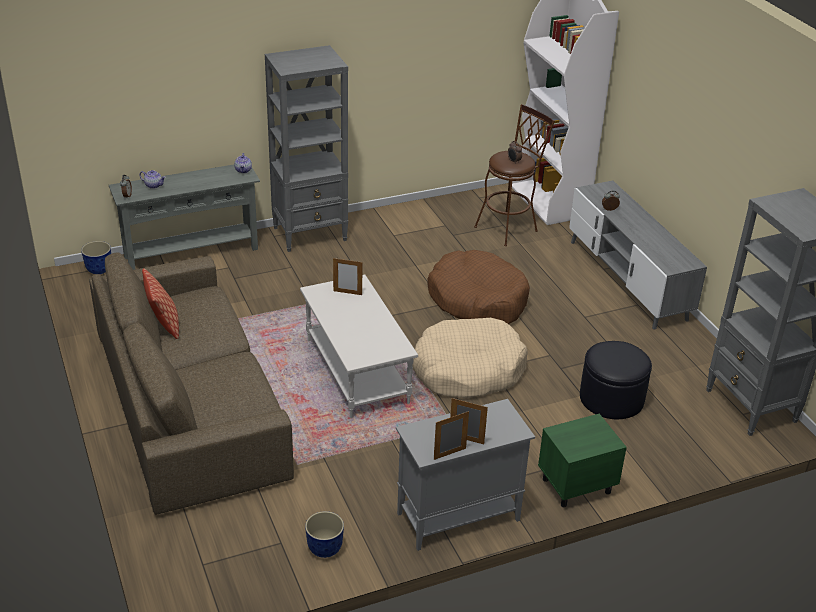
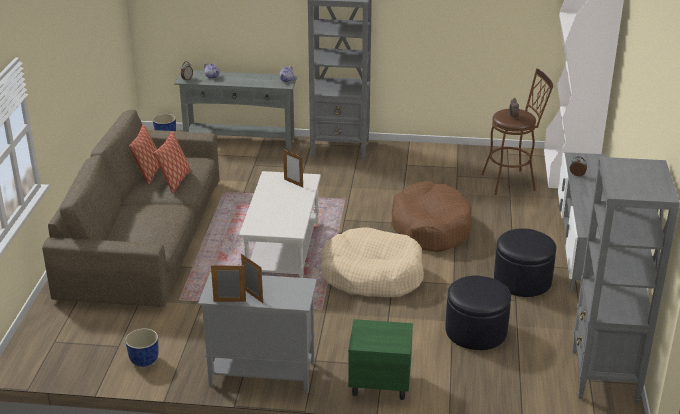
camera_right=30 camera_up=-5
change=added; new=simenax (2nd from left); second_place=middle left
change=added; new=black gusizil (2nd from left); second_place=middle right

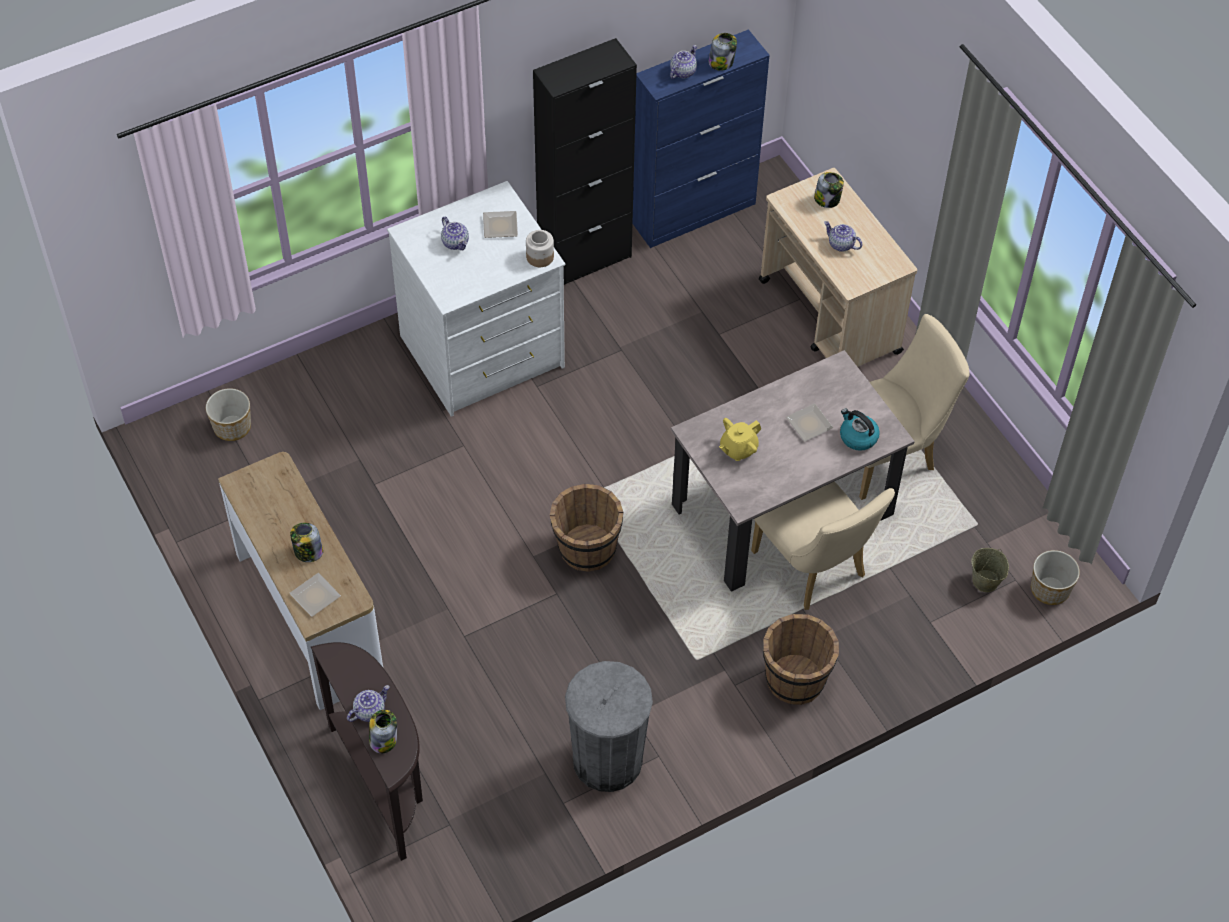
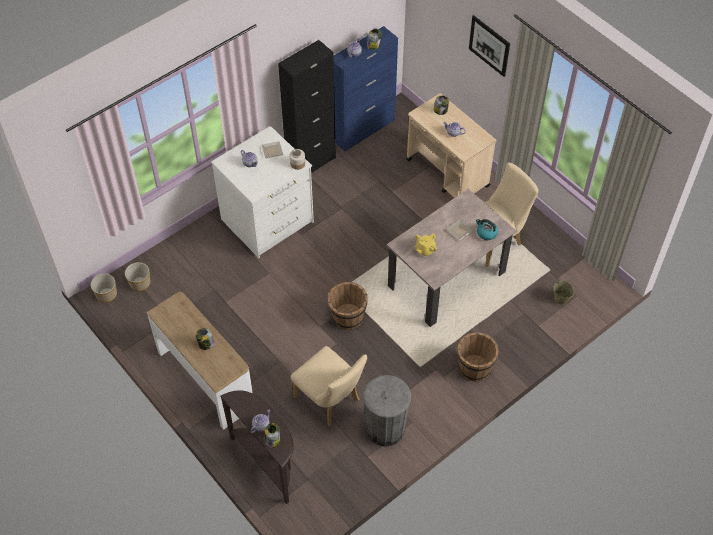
camera_right=-10 camera_up=0
change=removed; old=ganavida (1st from left); first_place=middle left
change=added; new=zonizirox; second_place=top right
change=moved; old=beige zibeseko (1st from left); first_place=middle right; second_place=bottom centre
change=moved; old=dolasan (2nd from left in the first image); new=dolasan (1st from left); first_place=middle right; second_place=middle left

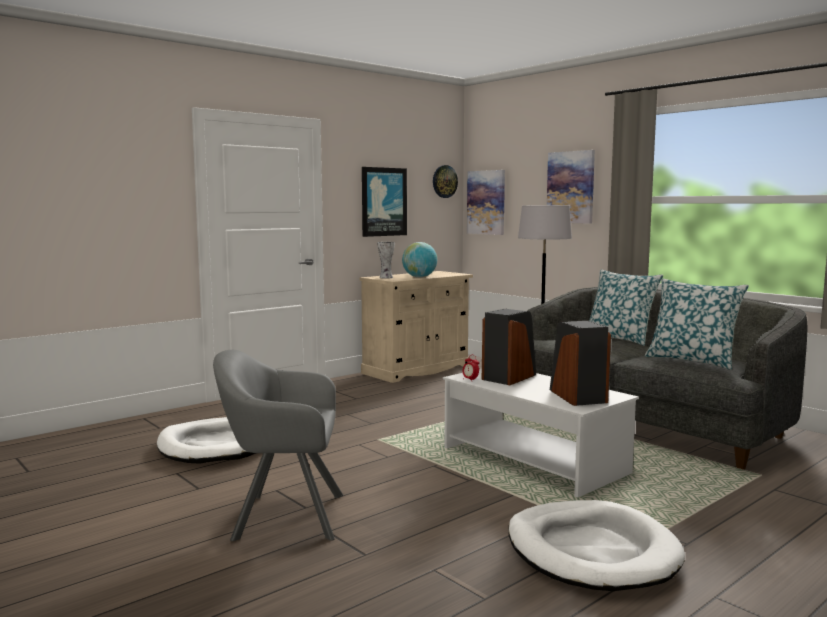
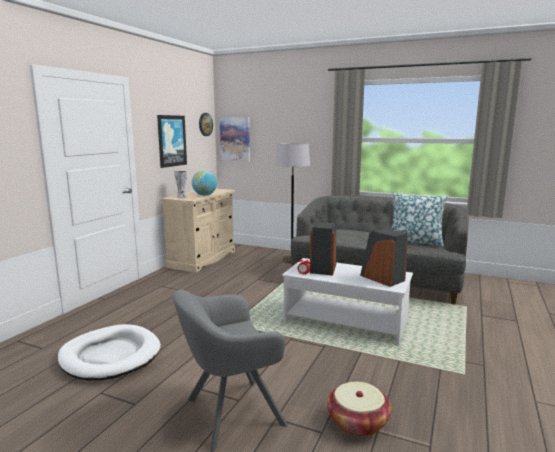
camera_right=-25 camera_up=5
change=removed; old=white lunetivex (2nd from left); first_place=bottom right
change=removed; old=zonizirox (3rd from left); first_place=top right
change=removed; old=simenax (1st from left); first_place=middle right
change=added; new=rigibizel; second_place=bottom centre

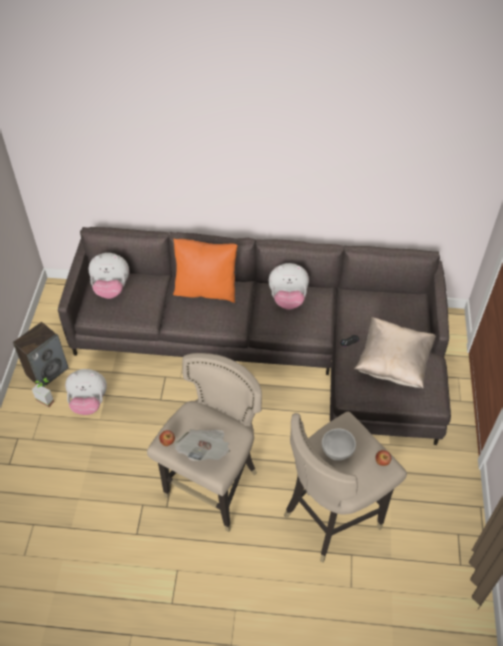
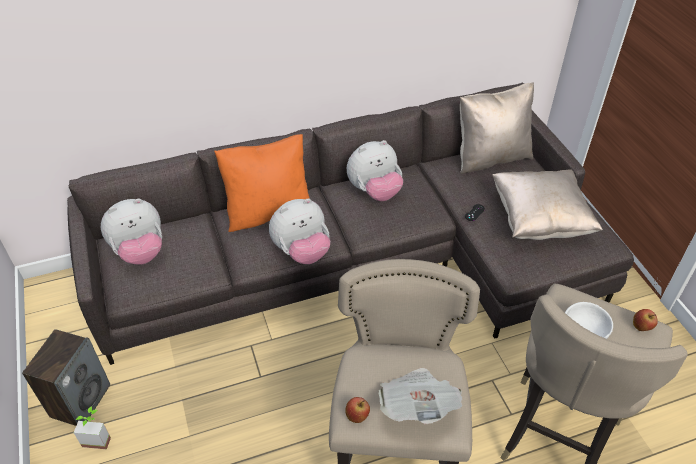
camera_right=-25 camera_up=-5
change=added; new=beige simenax (1st from left); second_place=top right
change=moved; old=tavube (1st from left in the first image); new=tavube (2nd from left); first_place=middle left; second_place=centre

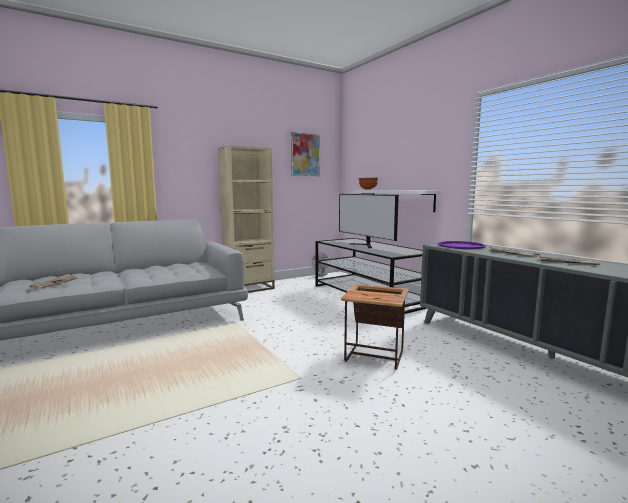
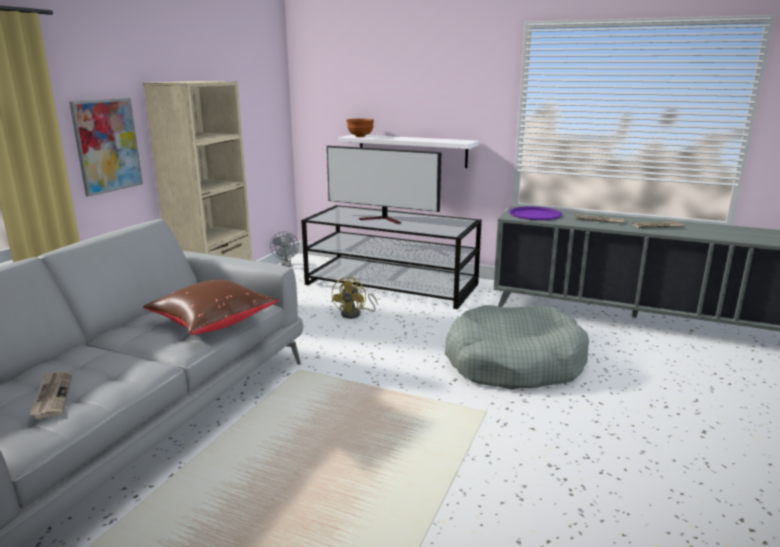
camera_right=-35 camera_up=10
change=added; new=brown simenax; second_place=middle left
change=added; new=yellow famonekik; second_place=centre
change=moved; old=zonizirox; first_place=top centre; second_place=top left
change=replaced; old=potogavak; new=grey lunetivex; first_place=centre; second_place=centre

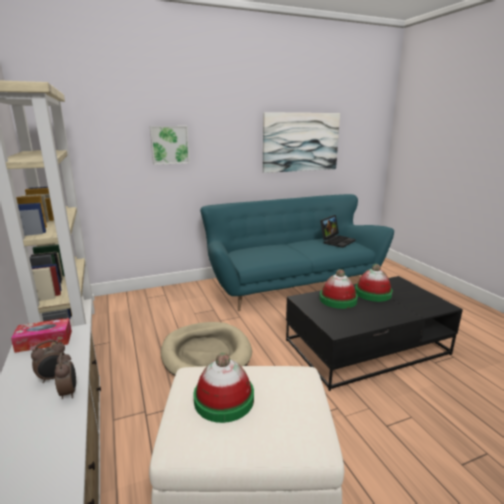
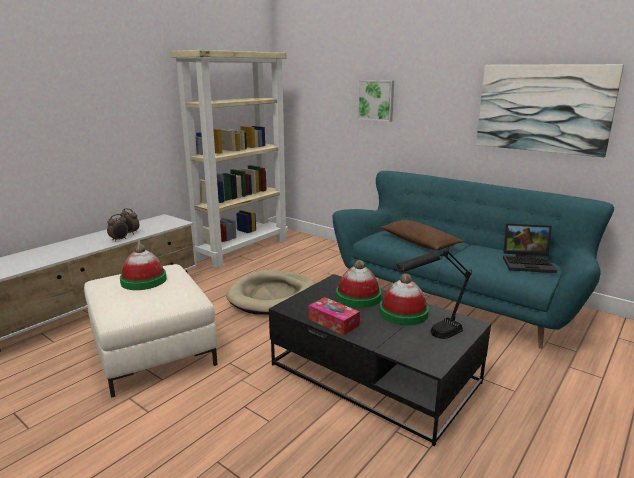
camera_right=60 camera_up=0
change=added; new=brown simenax; second_place=centre
change=added; new=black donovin; second_place=middle right
change=moved; old=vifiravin; first_place=middle left; second_place=centre

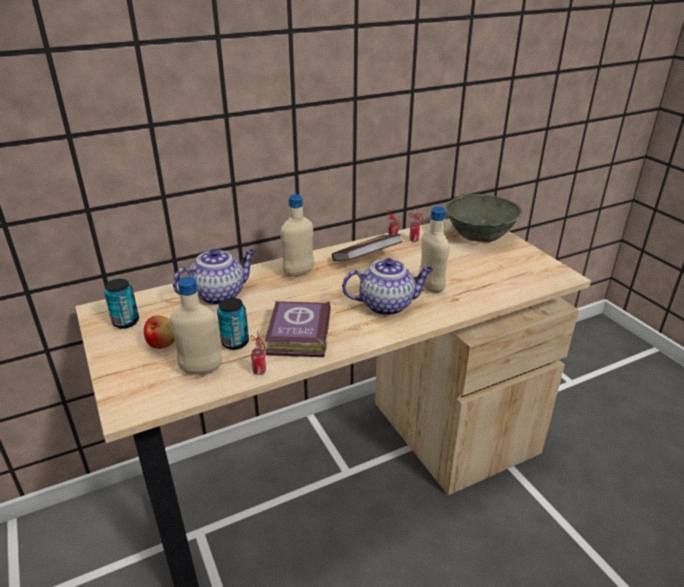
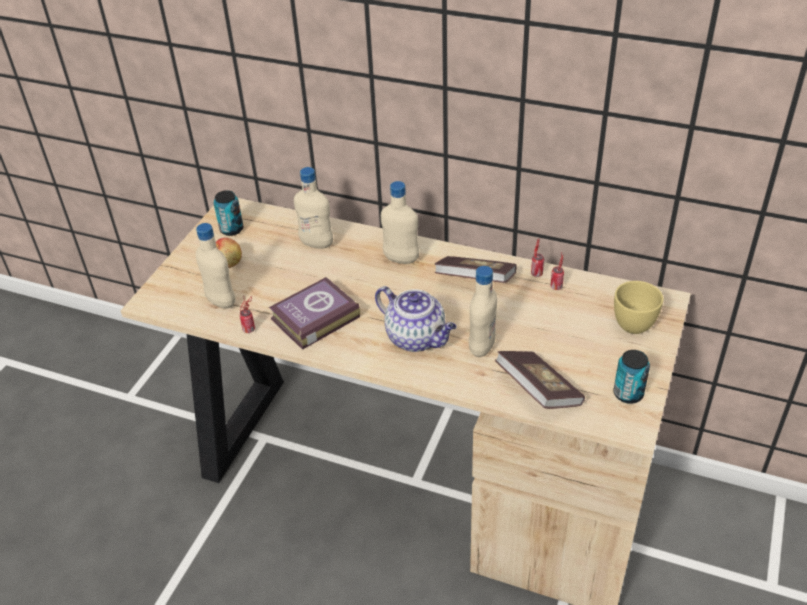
camera_right=50 camera_up=10
change=added; new=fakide (3rd from left); second_place=middle right
change=moved; old=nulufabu (2nd from left in the first image); new=nulufabu (5th from left); first_place=centre; second_place=middle right
change=replaced; old=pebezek (1st from left); new=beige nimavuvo (2nd from left); first_place=middle left; second_place=centre
change=replaced; old=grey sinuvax; new=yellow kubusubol; first_place=middle right; second_place=middle right

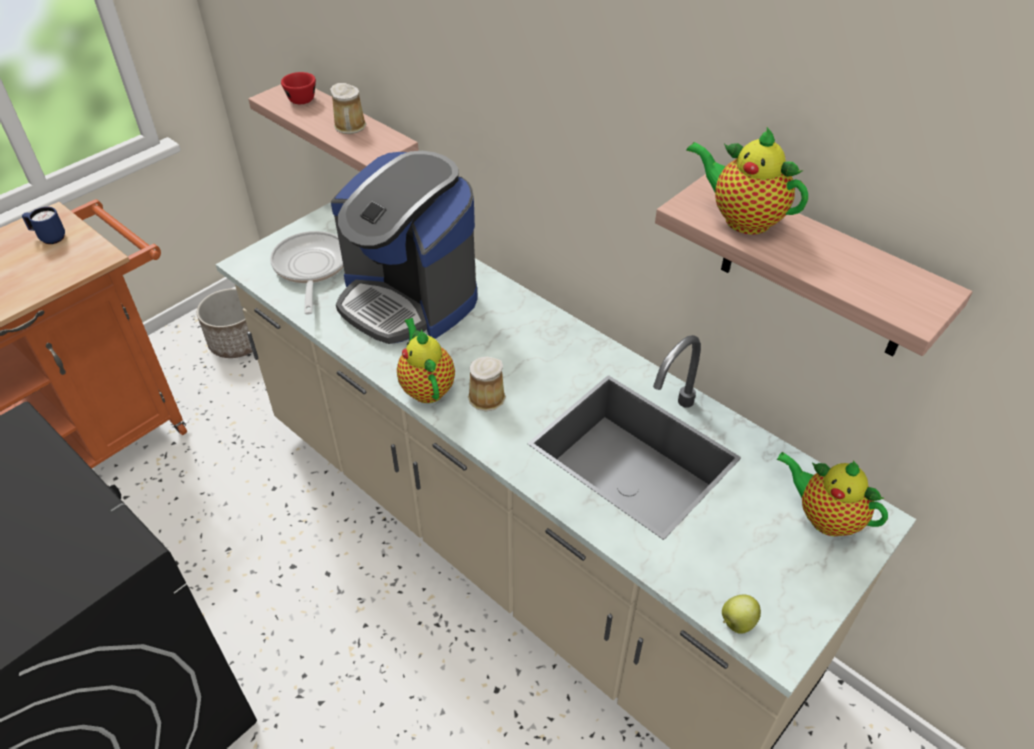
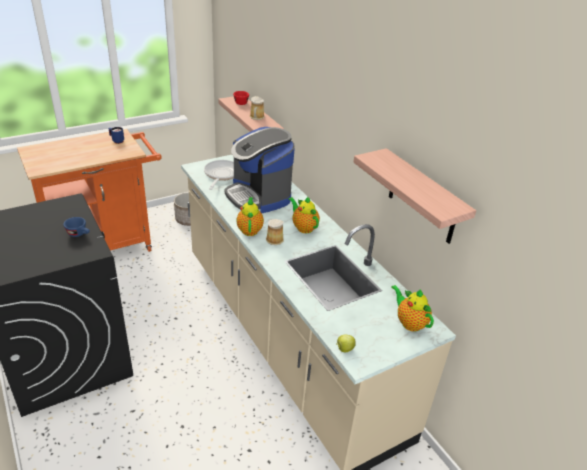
camera_right=15 camera_up=-10
change=added; new=blue kubusubol; second_place=middle left
change=moved; old=pebezek (2nd from left); first_place=top right; second_place=centre

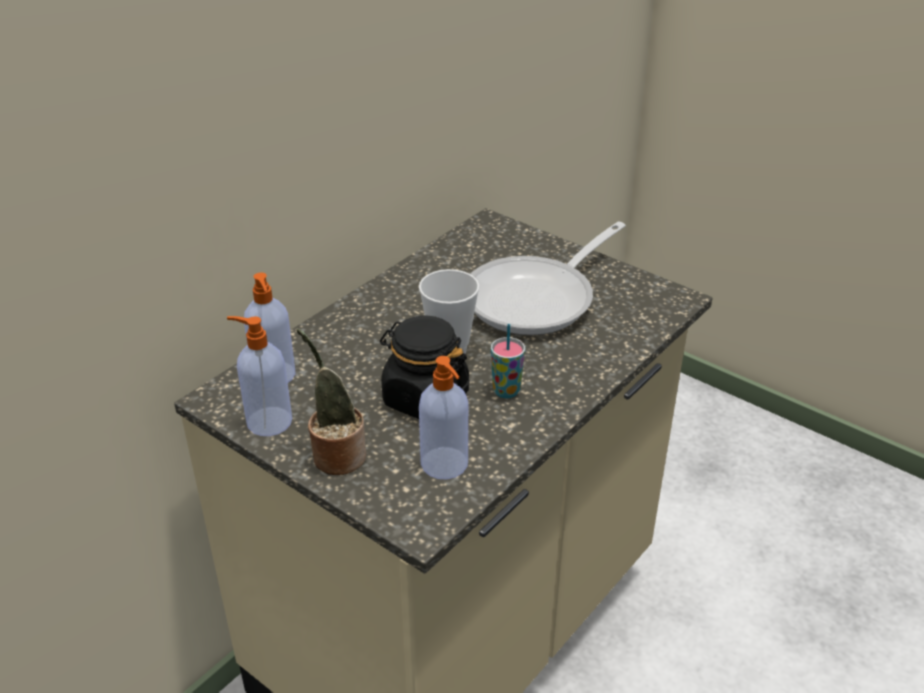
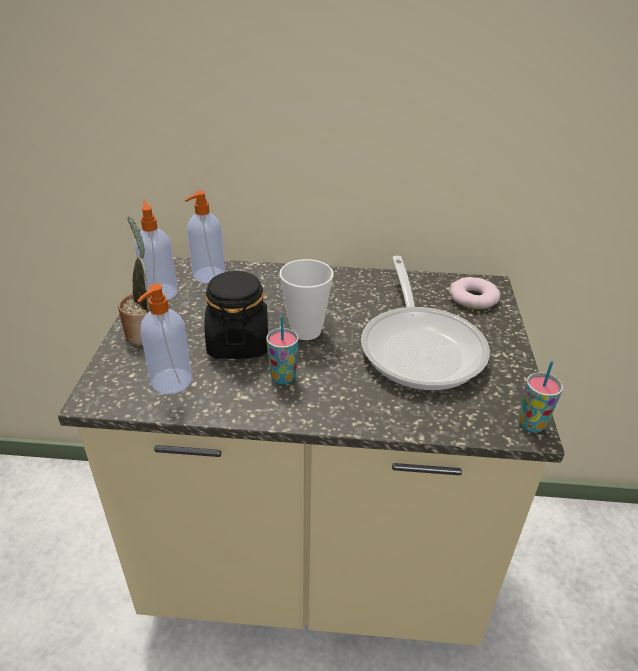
camera_right=55 camera_up=0
change=added; new=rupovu; second_place=middle right
change=added; new=kubusubol (3rd from left); second_place=middle right
change=turned; old=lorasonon; first_place=centre; second_place=centre; degrees=-105

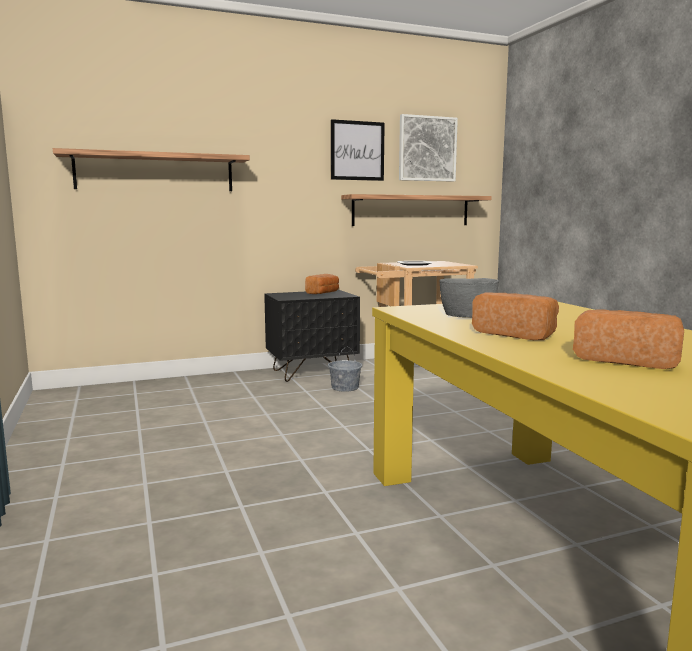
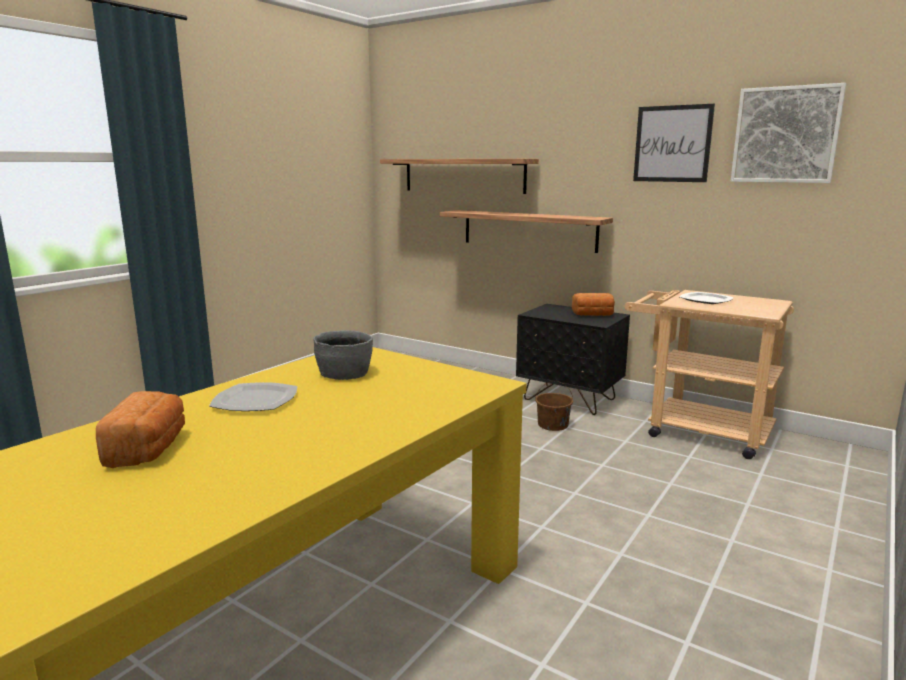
camera_right=55 camera_up=5
change=moved; old=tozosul (2nd from left); first_place=top centre; second_place=centre
change=replaced; old=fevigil (2nd from left); new=ganavida (1st from left); first_place=middle right; second_place=middle left
change=recoloured; old=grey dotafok; new=brown dotafok; first_place=centre; second_place=centre

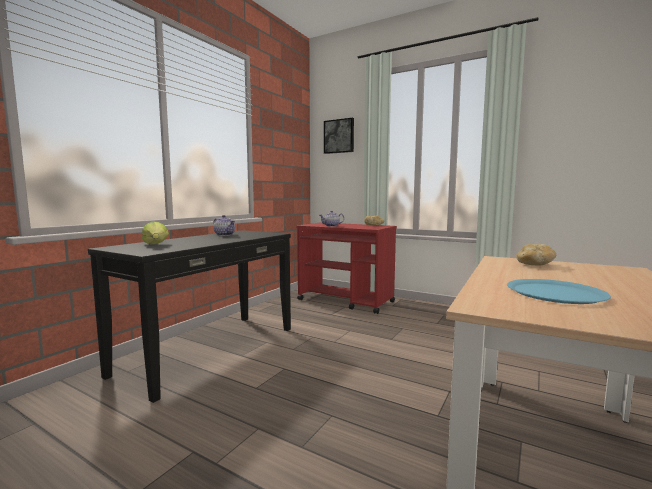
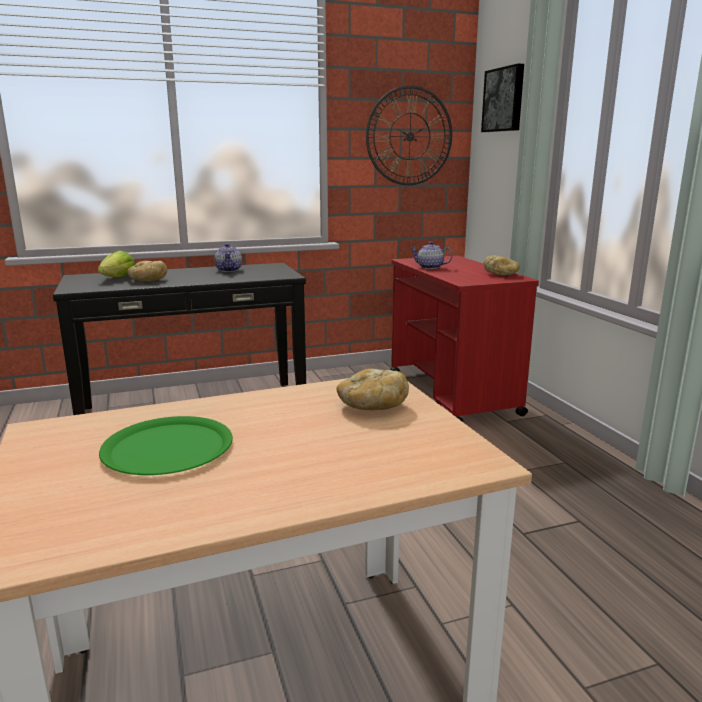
camera_right=40 camera_up=10
change=added; new=fevigil (1st from left); second_place=middle left
change=added; new=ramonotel; second_place=top centre
change=recoloured; old=blue ganavida; new=green ganavida; first_place=middle right; second_place=middle left

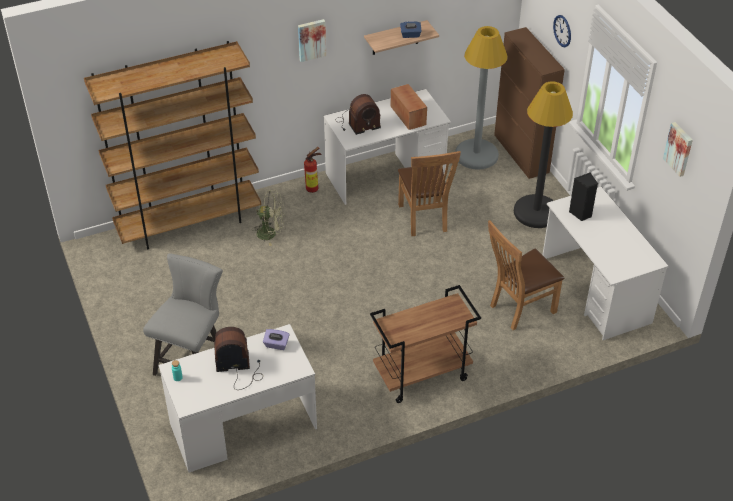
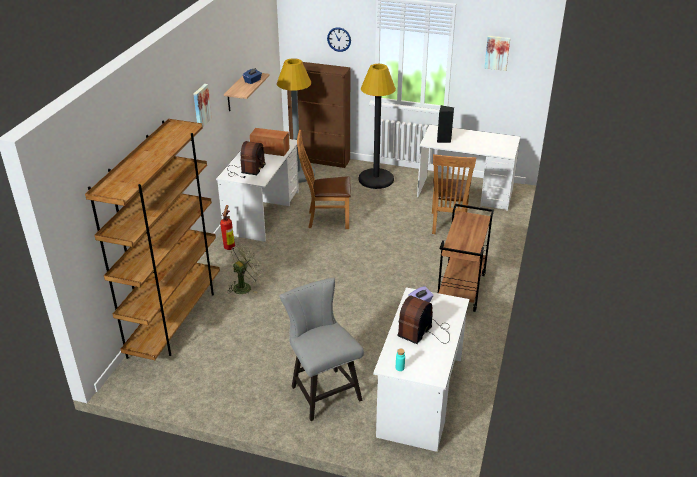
camera_right=-50 camera_up=-10
change=turned; old=brown zibeseko (1st from left); first_place=centre; second_place=centre; degrees=150

